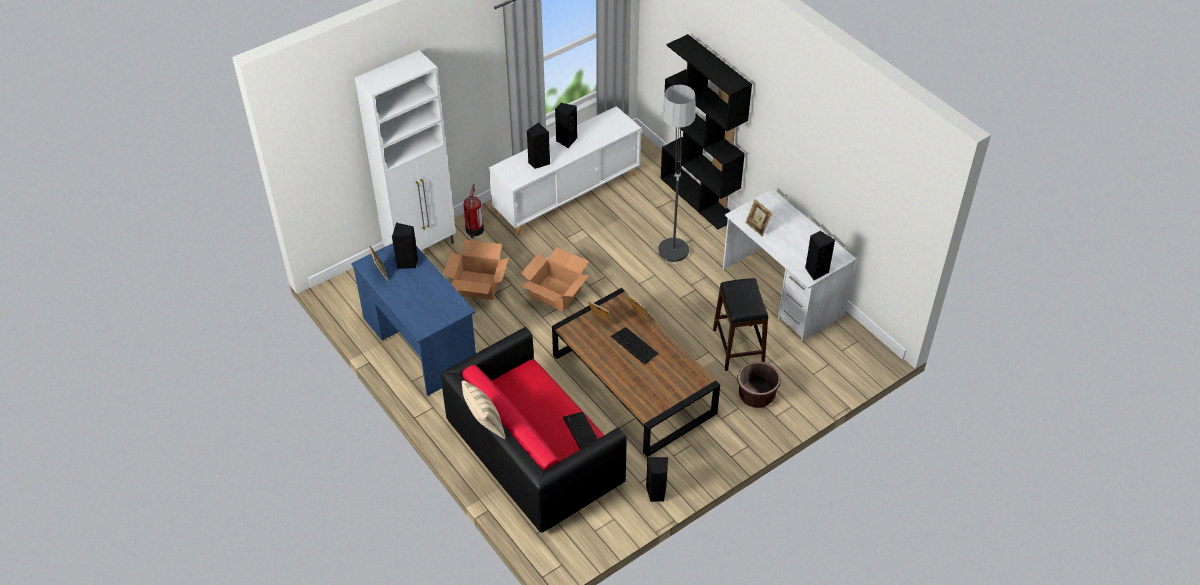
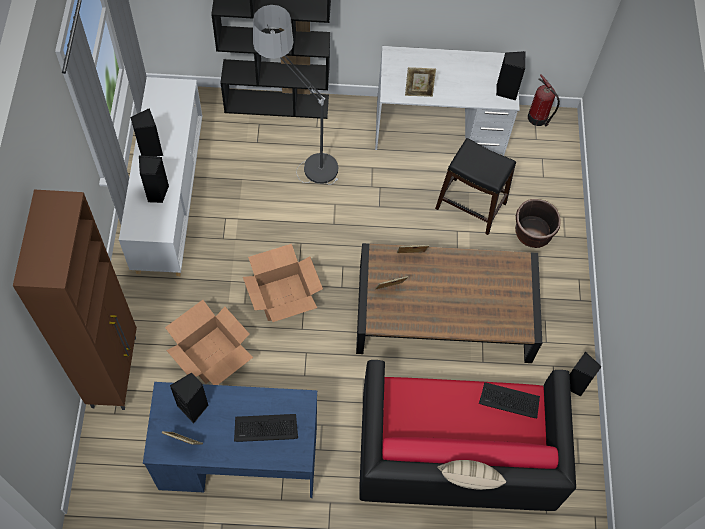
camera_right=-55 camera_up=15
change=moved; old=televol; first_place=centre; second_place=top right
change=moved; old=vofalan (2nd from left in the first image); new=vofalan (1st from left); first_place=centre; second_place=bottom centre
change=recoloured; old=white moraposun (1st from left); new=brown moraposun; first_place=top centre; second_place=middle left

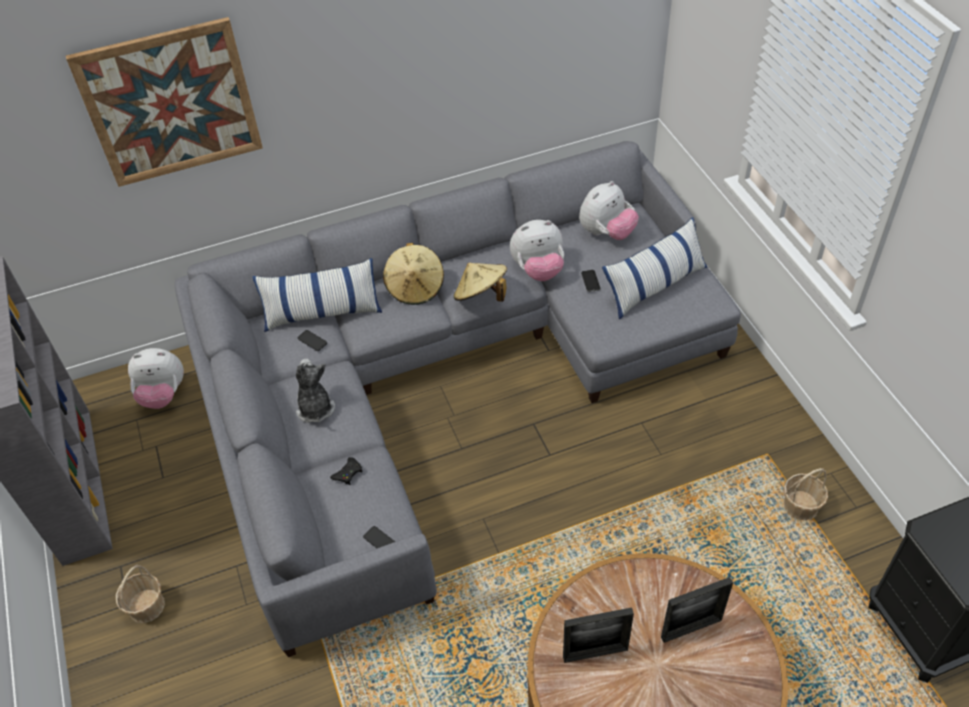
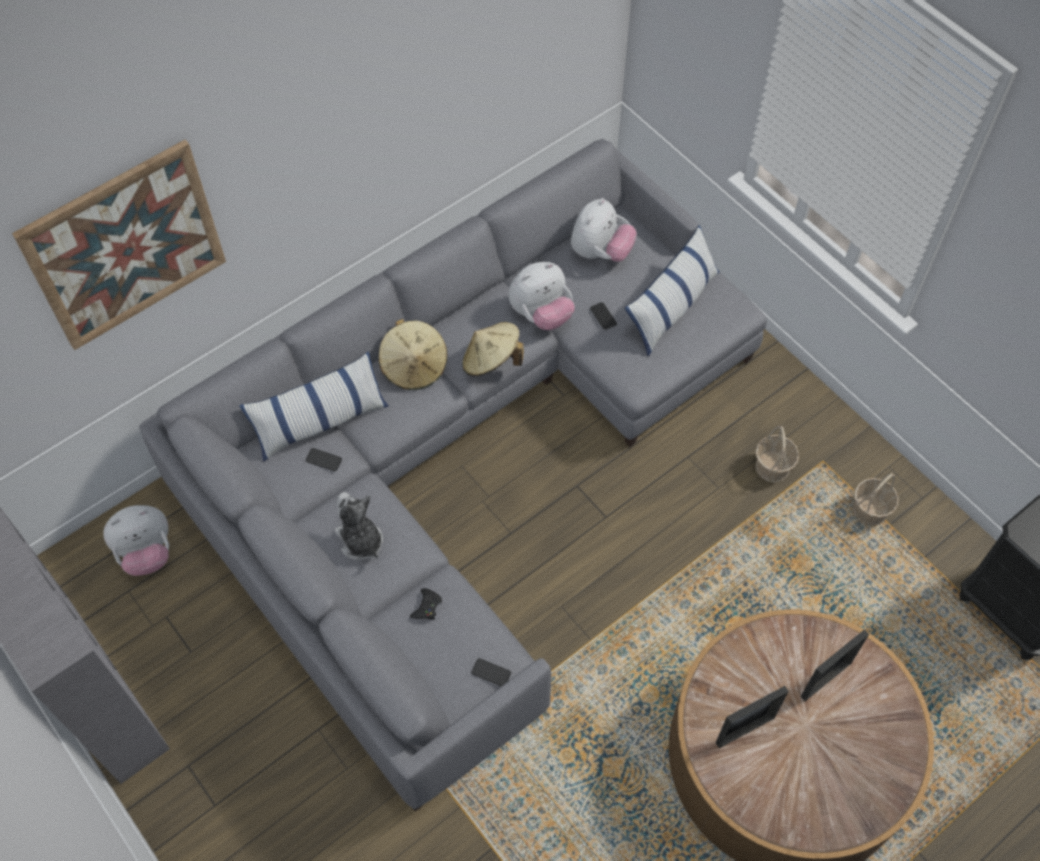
camera_right=-20 camera_up=10
change=moved; old=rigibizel (1st from left); first_place=bottom left; second_place=middle right

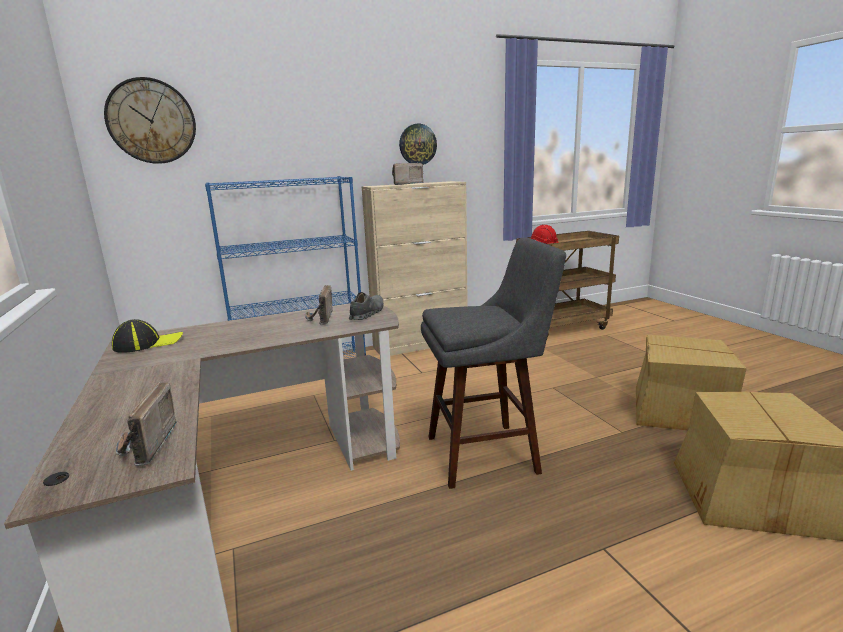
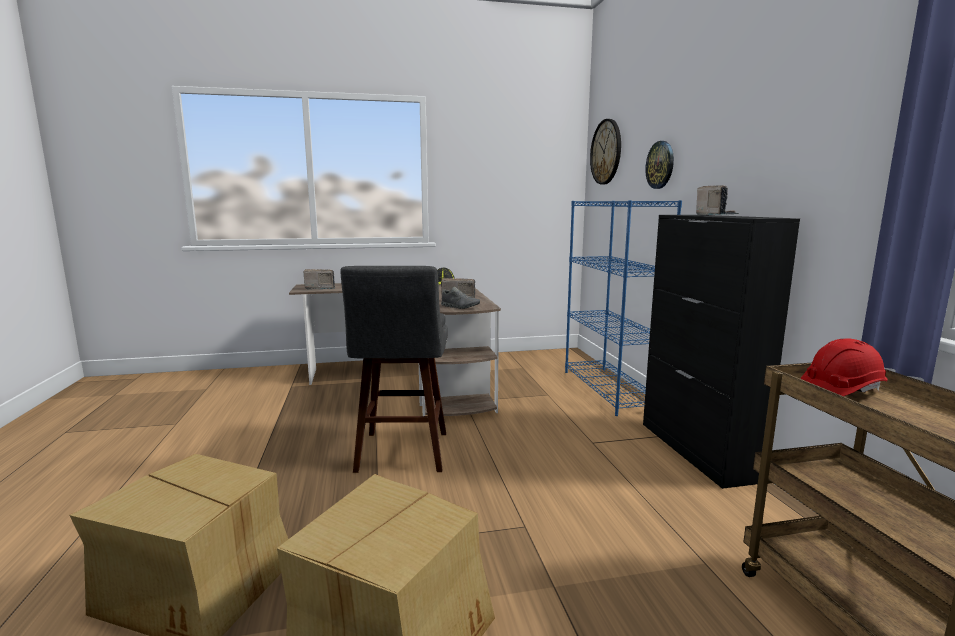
camera_right=100 camera_up=-5
change=moved; old=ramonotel (2nd from left); first_place=top centre; second_place=top right
change=recoloured; old=beige moraposun; new=black moraposun; first_place=centre; second_place=middle right

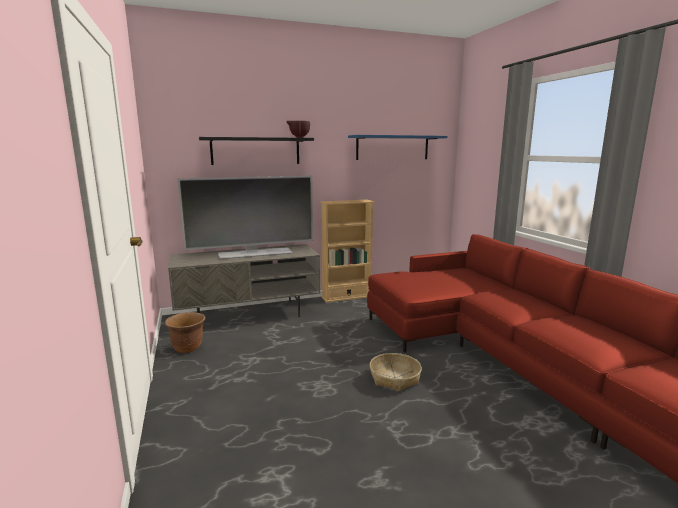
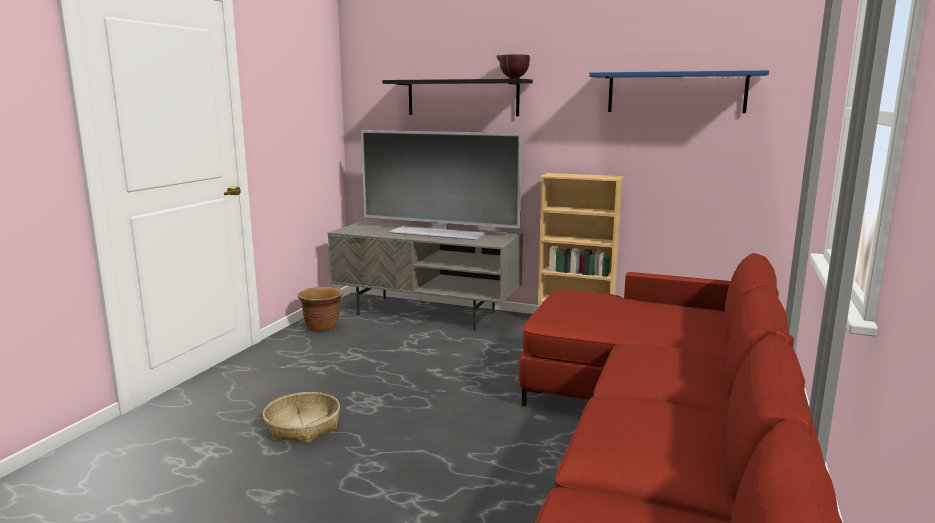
camera_right=40 camera_up=0
change=moved; old=rigibizel; first_place=bottom centre; second_place=bottom left

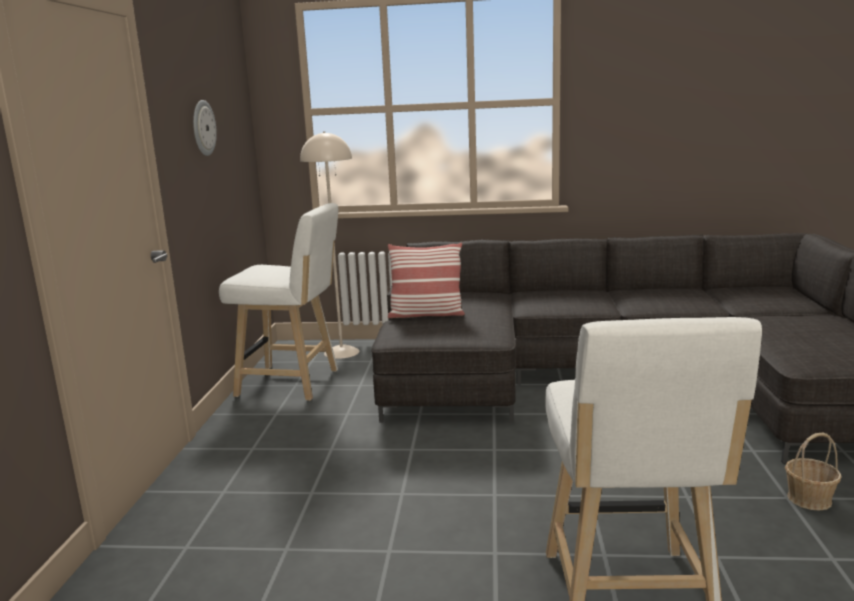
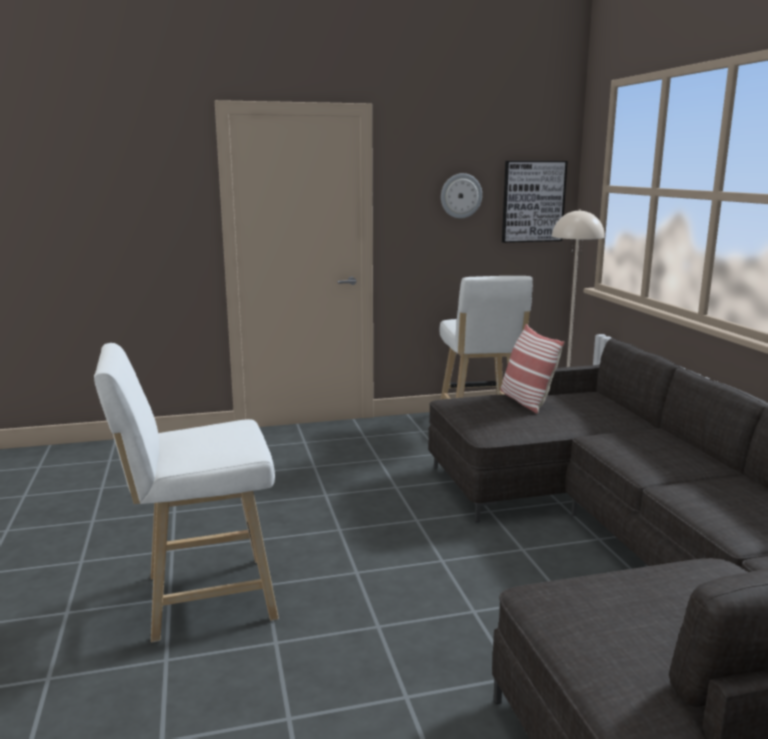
camera_right=70 camera_up=0
change=removed; old=rigibizel; first_place=bottom right
change=added; new=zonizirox; second_place=top right

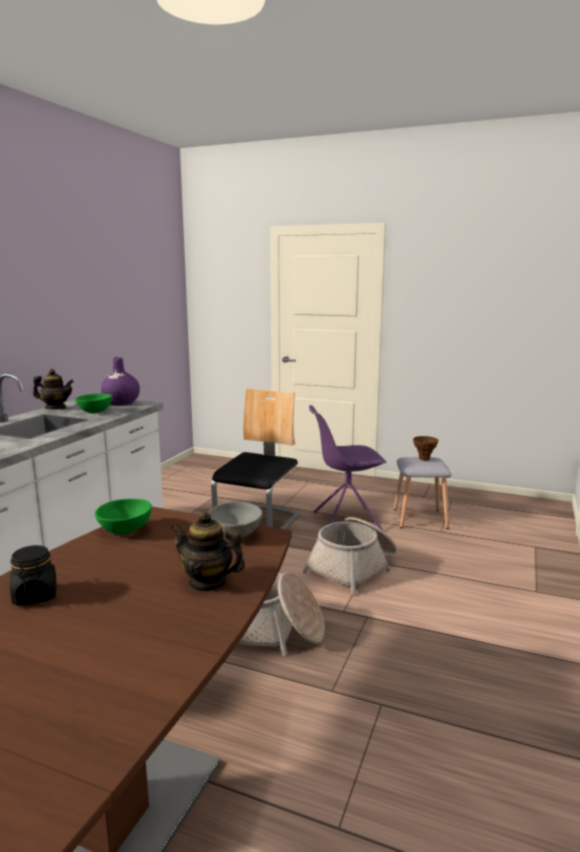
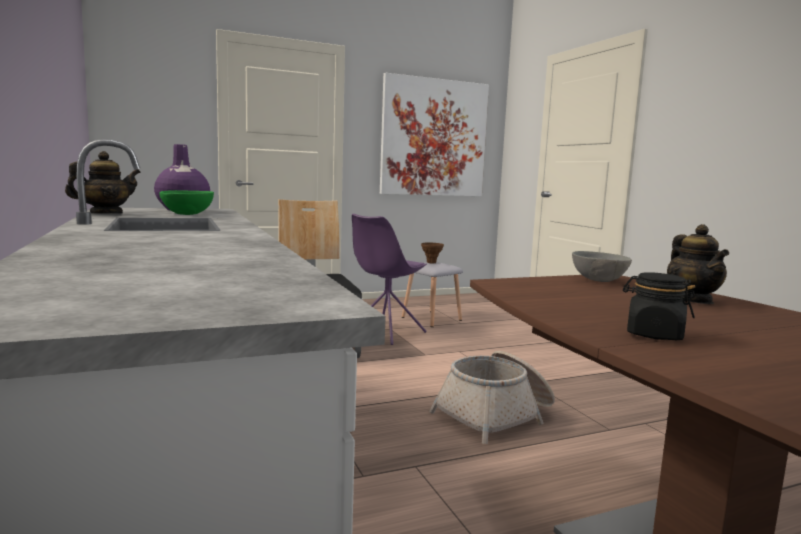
camera_right=-45 camera_up=-5
change=removed; old=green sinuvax (2nd from left); first_place=middle left
change=removed; old=rigibizel (2nd from left); first_place=centre
change=added; new=zonizirox; second_place=top centre
change=turned; old=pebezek (2nd from left); first_place=centre; second_place=middle right; degrees=-75

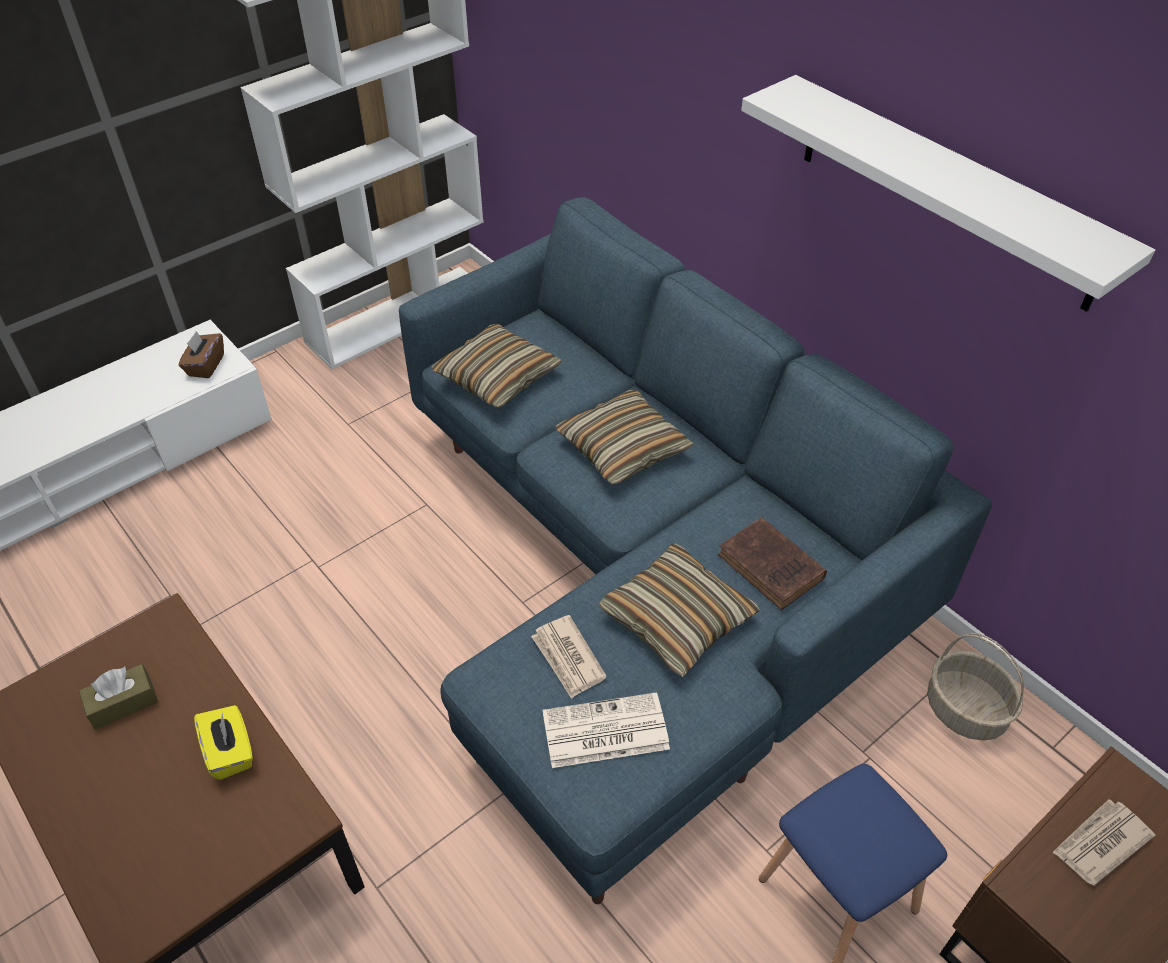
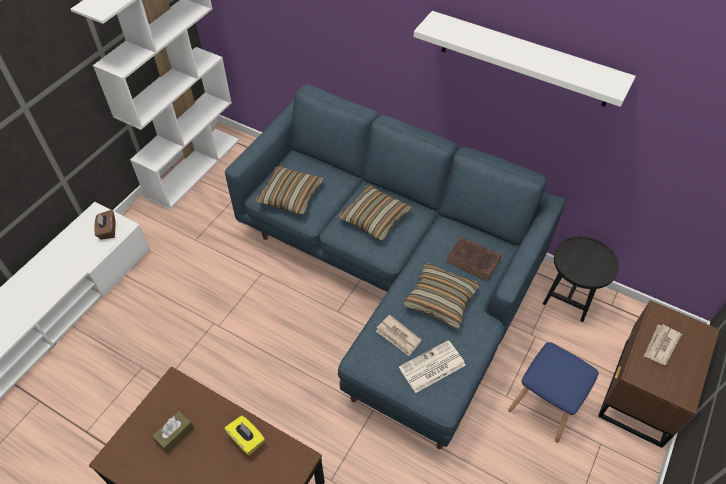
camera_right=-20 camera_up=5
change=replaced; old=rigibizel; new=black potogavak; first_place=bottom right; second_place=middle right

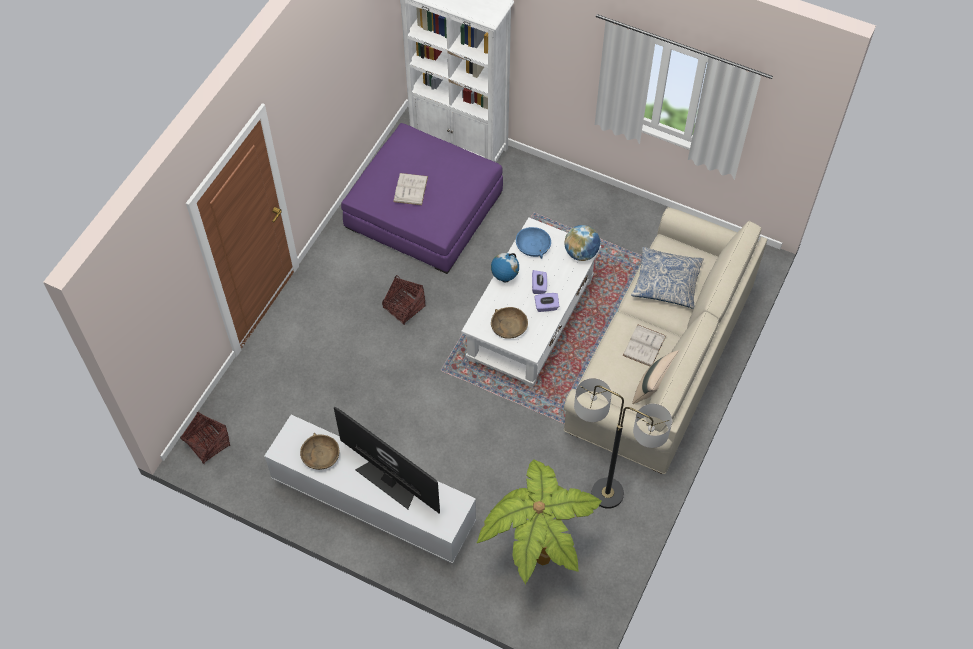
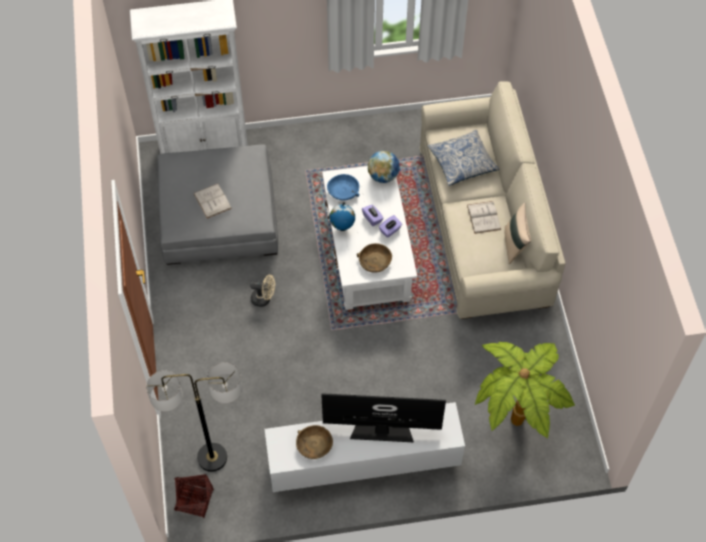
camera_right=-35 camera_up=0
change=moved; old=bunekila; first_place=bottom centre; second_place=bottom left
change=replaced; old=rigibizel (2nd from left); new=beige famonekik; first_place=centre; second_place=centre
change=recoloured; old=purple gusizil; new=grey gusizil; first_place=top centre; second_place=middle left

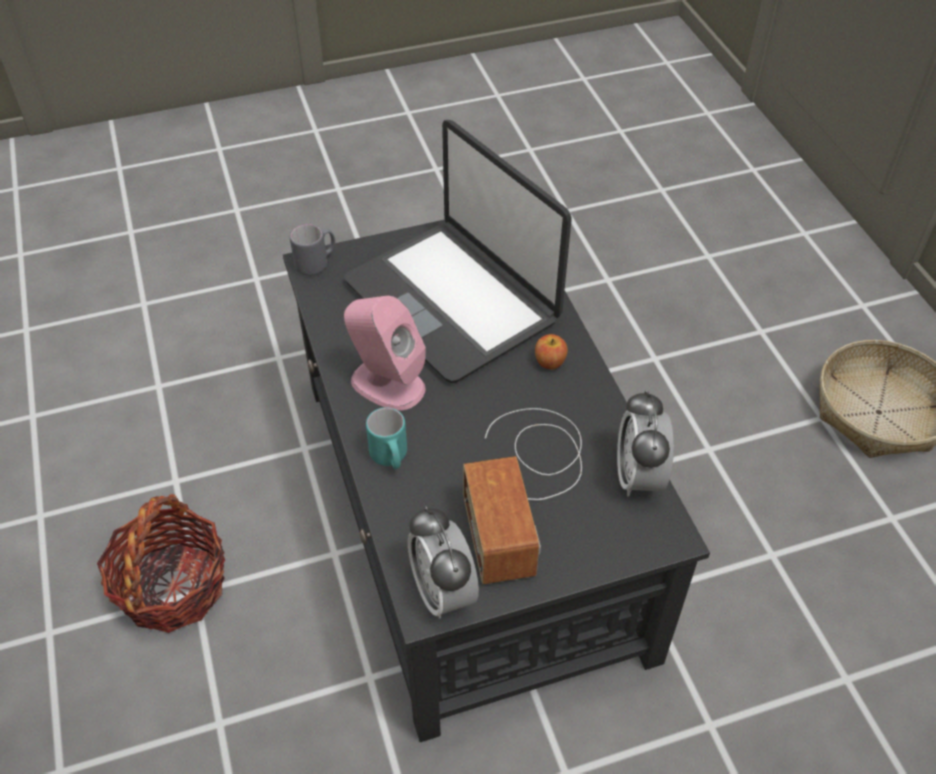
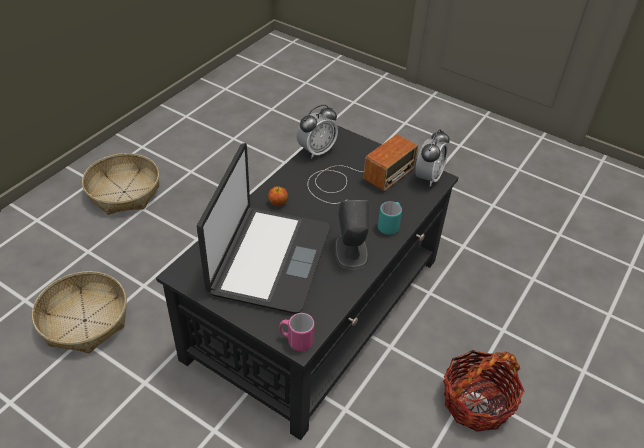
camera_right=-130 camera_up=-5
change=added; new=rigibizel (1st from left); second_place=bottom left
change=recoloured; old=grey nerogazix; new=pink nerogazix; first_place=top centre; second_place=bottom centre
change=recoloured; old=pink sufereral; new=grey sufereral; first_place=centre; second_place=centre

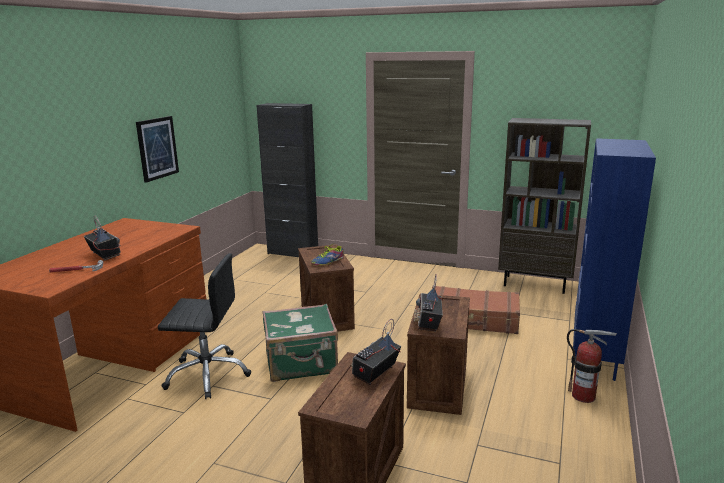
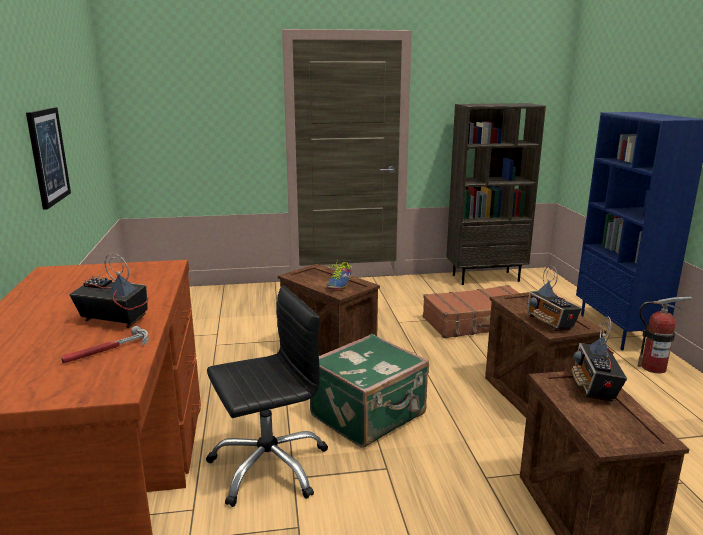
camera_right=-30 camera_up=0
change=removed; old=black moraposun; first_place=centre

